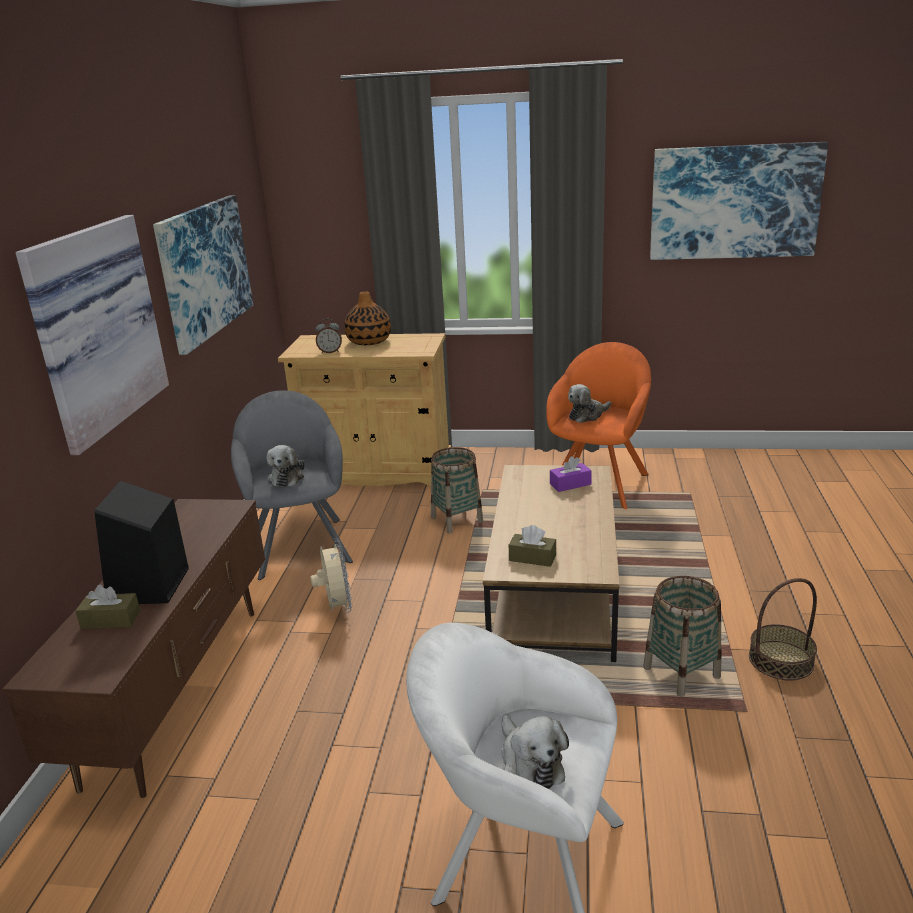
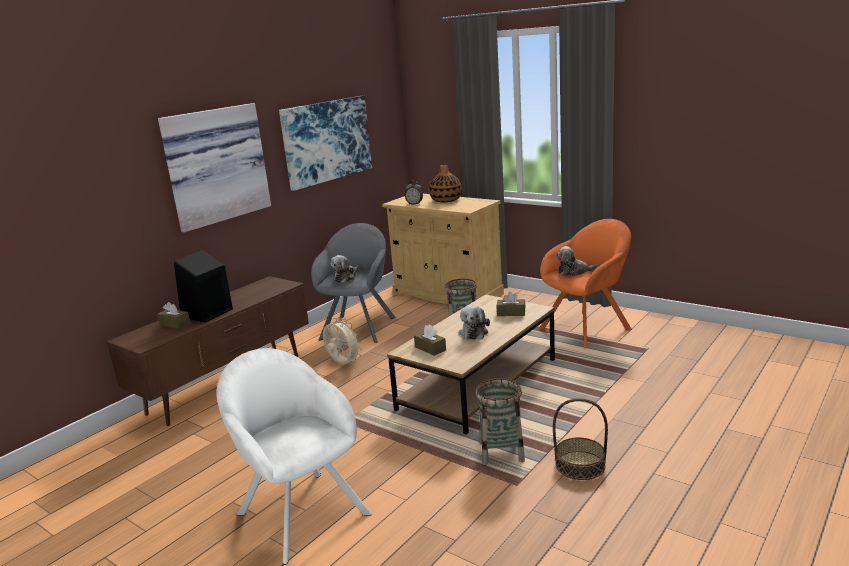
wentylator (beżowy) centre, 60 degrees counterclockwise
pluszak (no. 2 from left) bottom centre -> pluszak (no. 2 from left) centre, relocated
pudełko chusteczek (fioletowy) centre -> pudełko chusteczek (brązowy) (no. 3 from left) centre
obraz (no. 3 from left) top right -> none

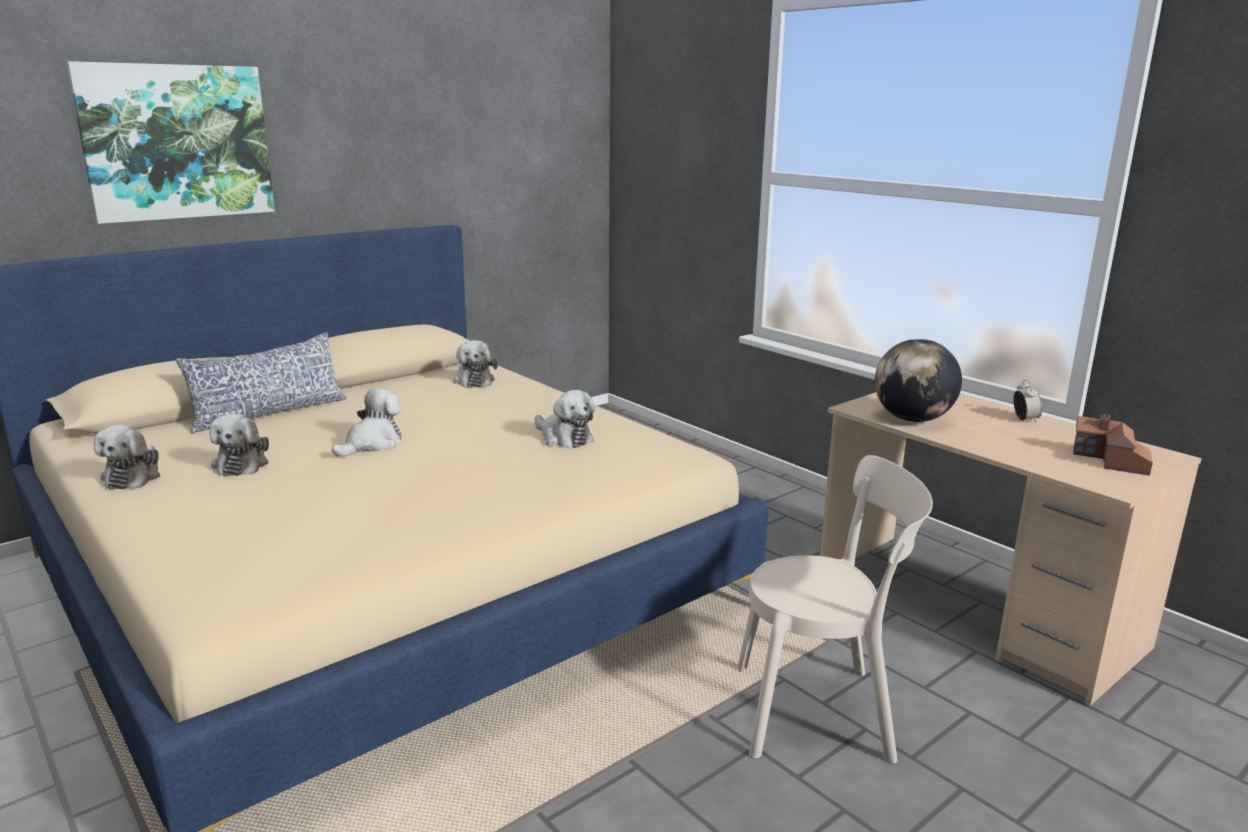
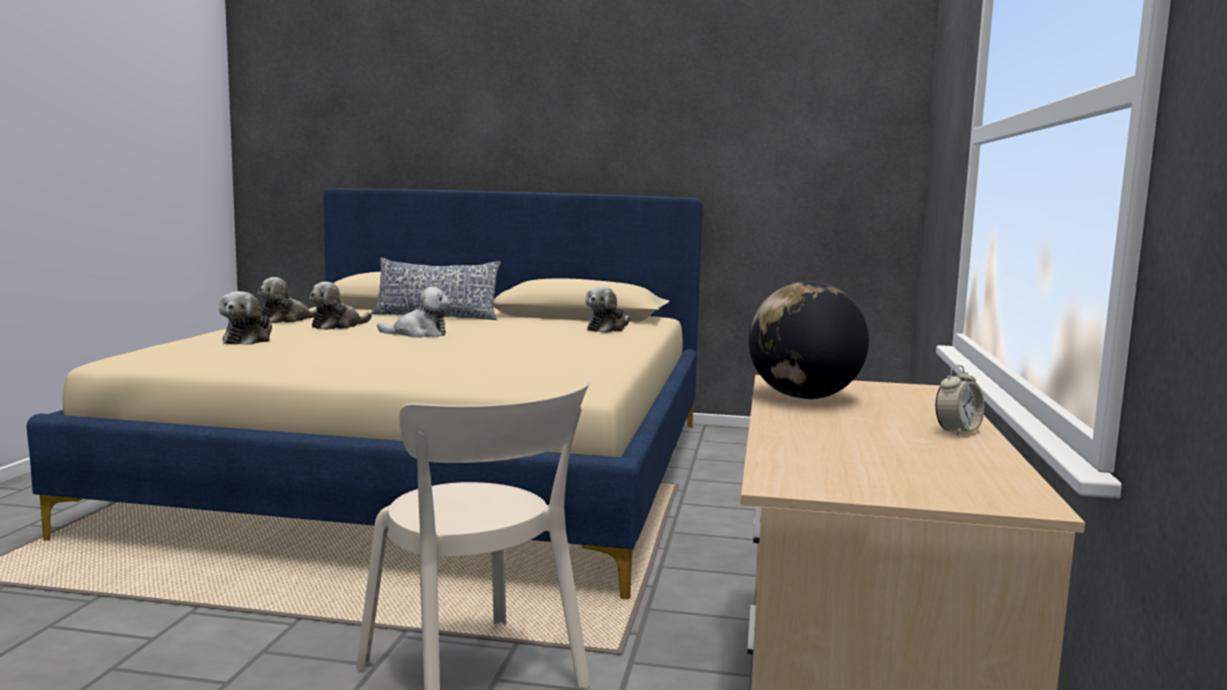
obraz top left -> none
pluszak (no. 5 from left in the first image) centre -> pluszak (no. 1 from left) middle left, relocated
domek middle right -> none

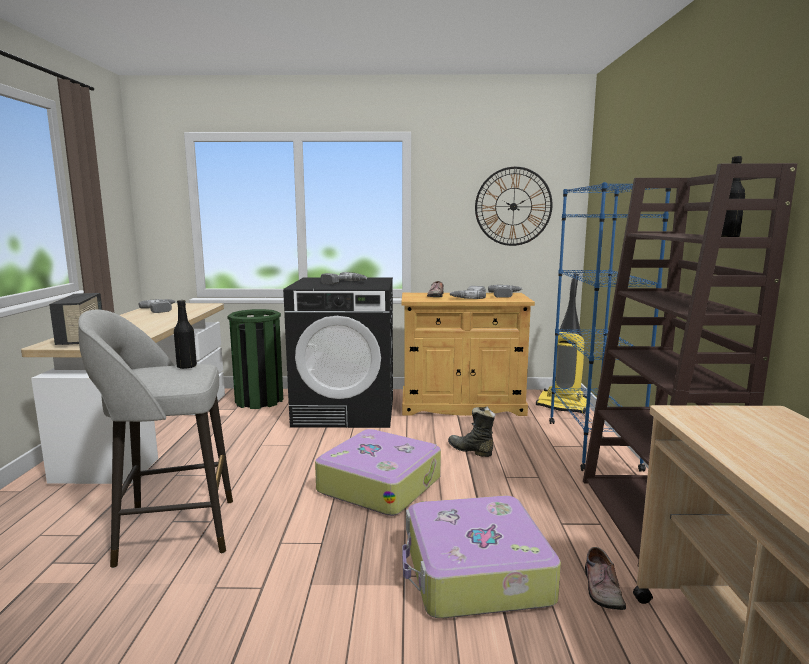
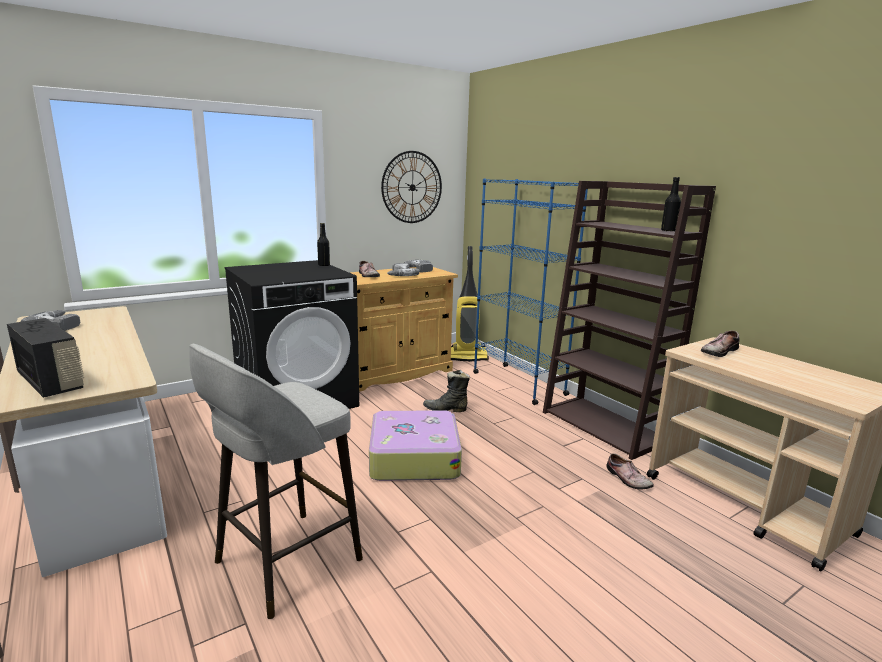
butelka (czarny) (no. 1 from left) middle left -> butelka (czarny) (no. 1 from left) centre, relocated
kosz na śmieci (zielony) middle left -> none
wiertarka (no. 2 from left) centre -> none
walizka (no. 2 from left) bottom centre -> none
none -> but (no. 3 from left) middle right

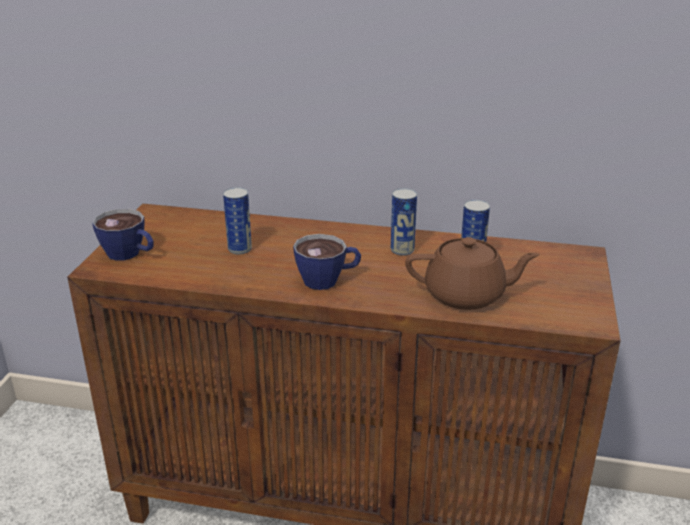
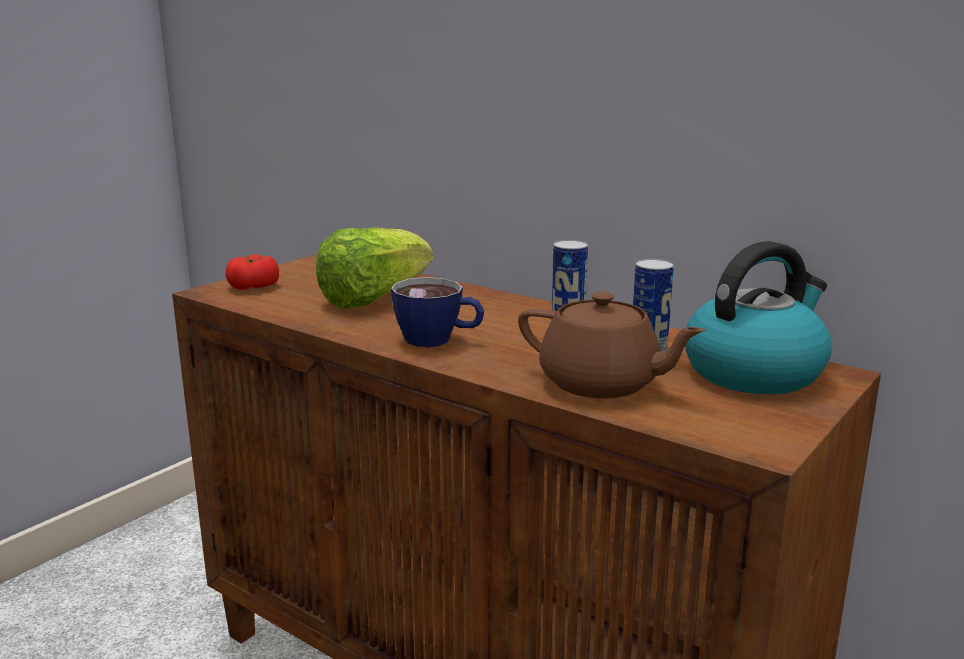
filiżanka (no. 1 from left) middle left -> pomidor middle left
puszka (no. 1 from left) centre -> sałata centre
none -> czajnik middle right

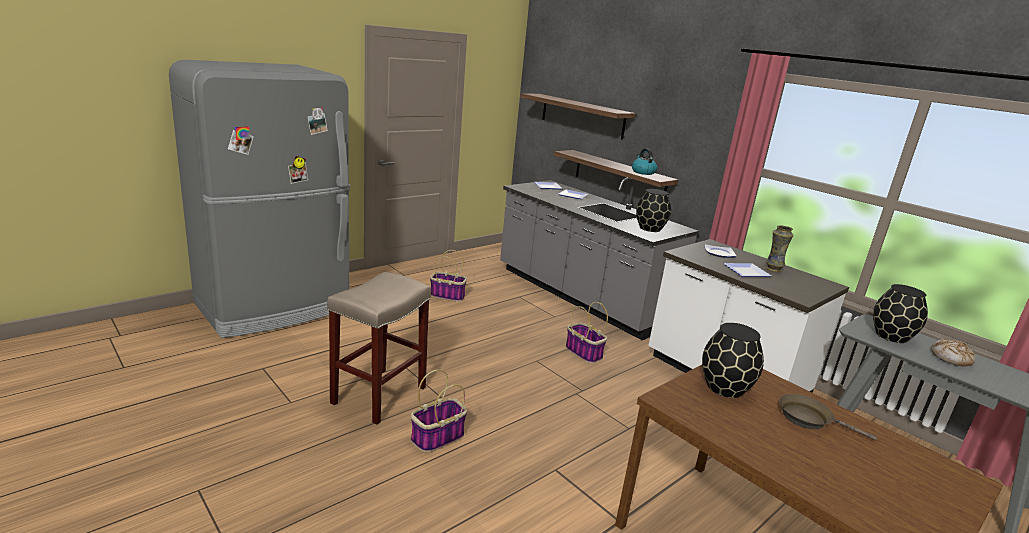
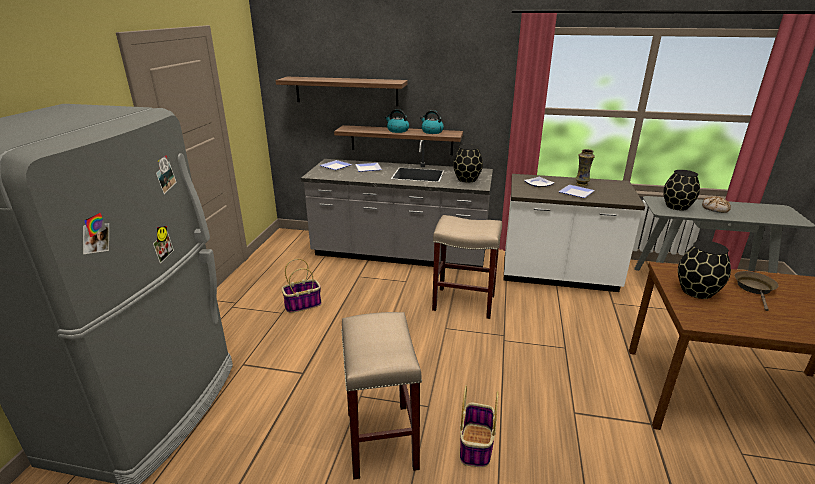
koszyk (no. 3 from left) centre -> stołek (beżowy) (no. 2 from left) centre
patelnia (brązowy) bottom right -> patelnia (brązowy) middle right, 120 degrees clockwise
none -> czajnik (no. 1 from left) top centre

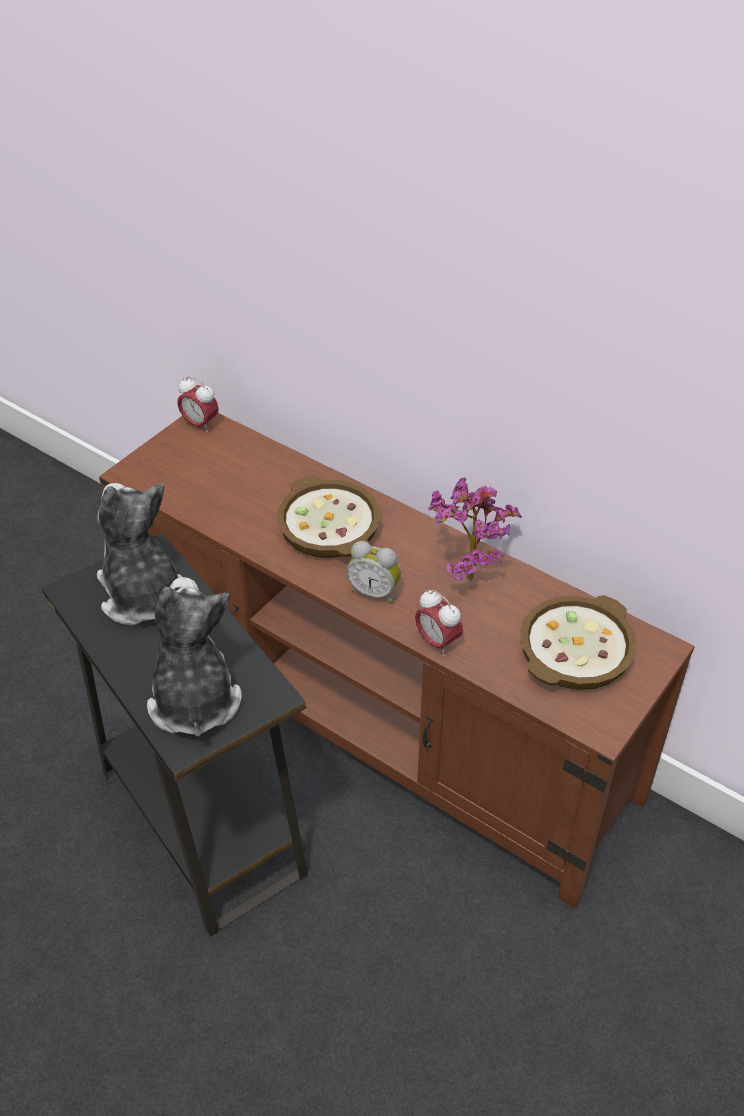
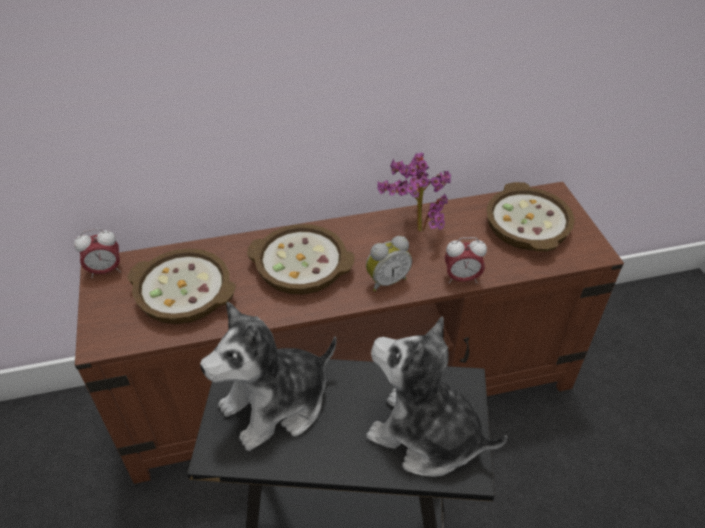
pluszak (no. 1 from left) middle left -> pluszak (no. 1 from left) bottom centre, 45 degrees counterclockwise
none -> miska (no. 1 from left) middle left

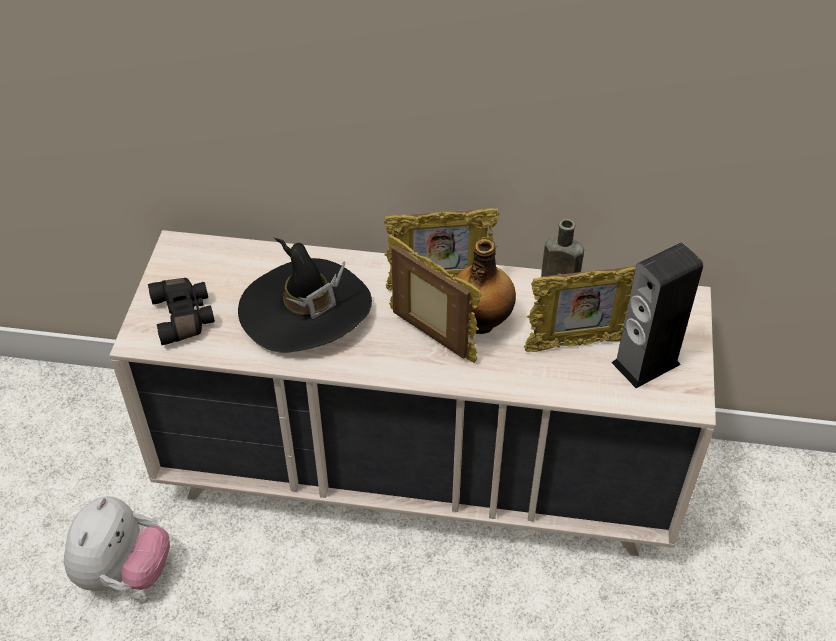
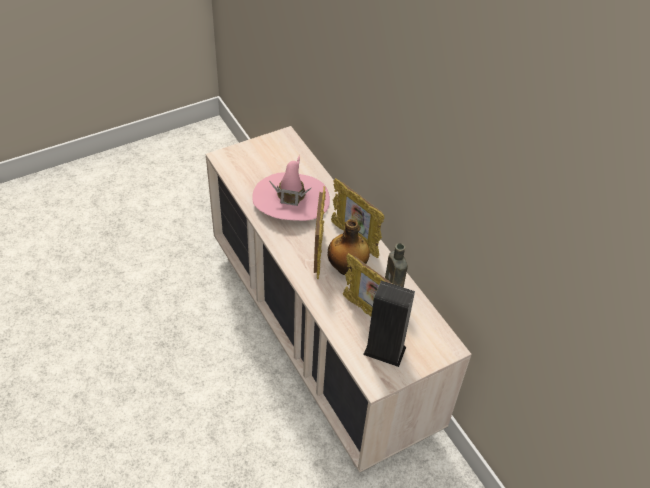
pluszak bottom left -> none
lornetka (czarny) middle left -> none
kapelusz (czarny) centre -> kapelusz (różowy) centre

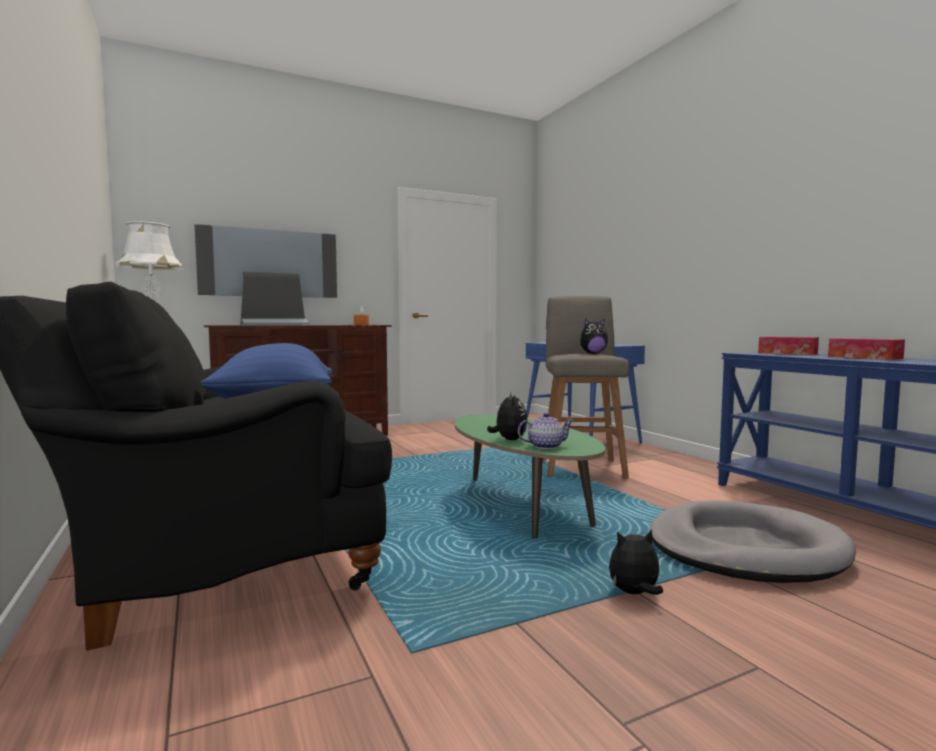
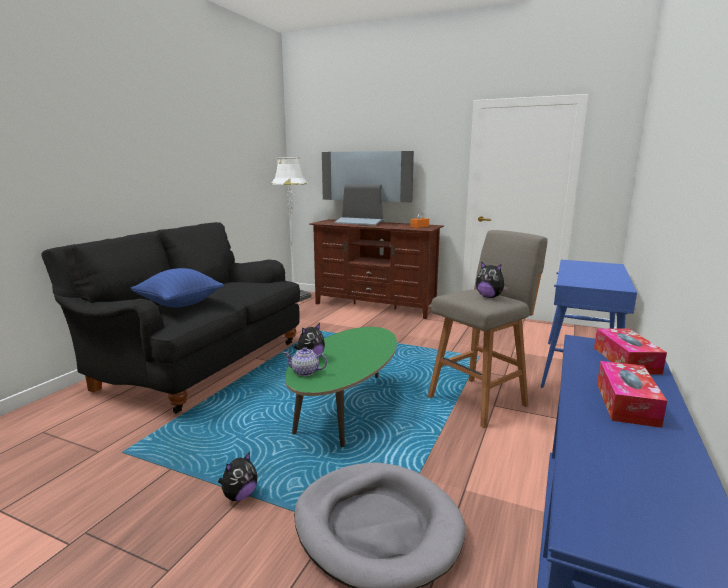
imbryk centre, 150 degrees clockwise
pluszak (no. 3 from left in the first image) bottom right -> pluszak (no. 1 from left) bottom left, 90 degrees clockwise

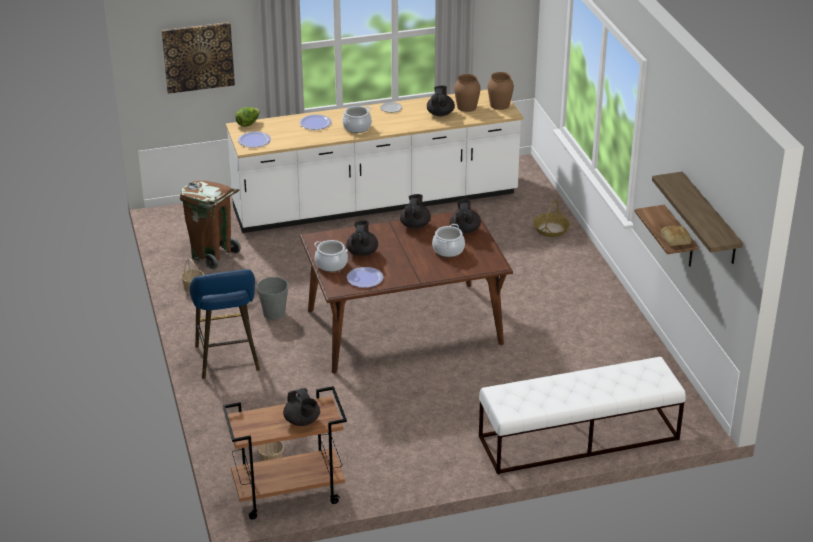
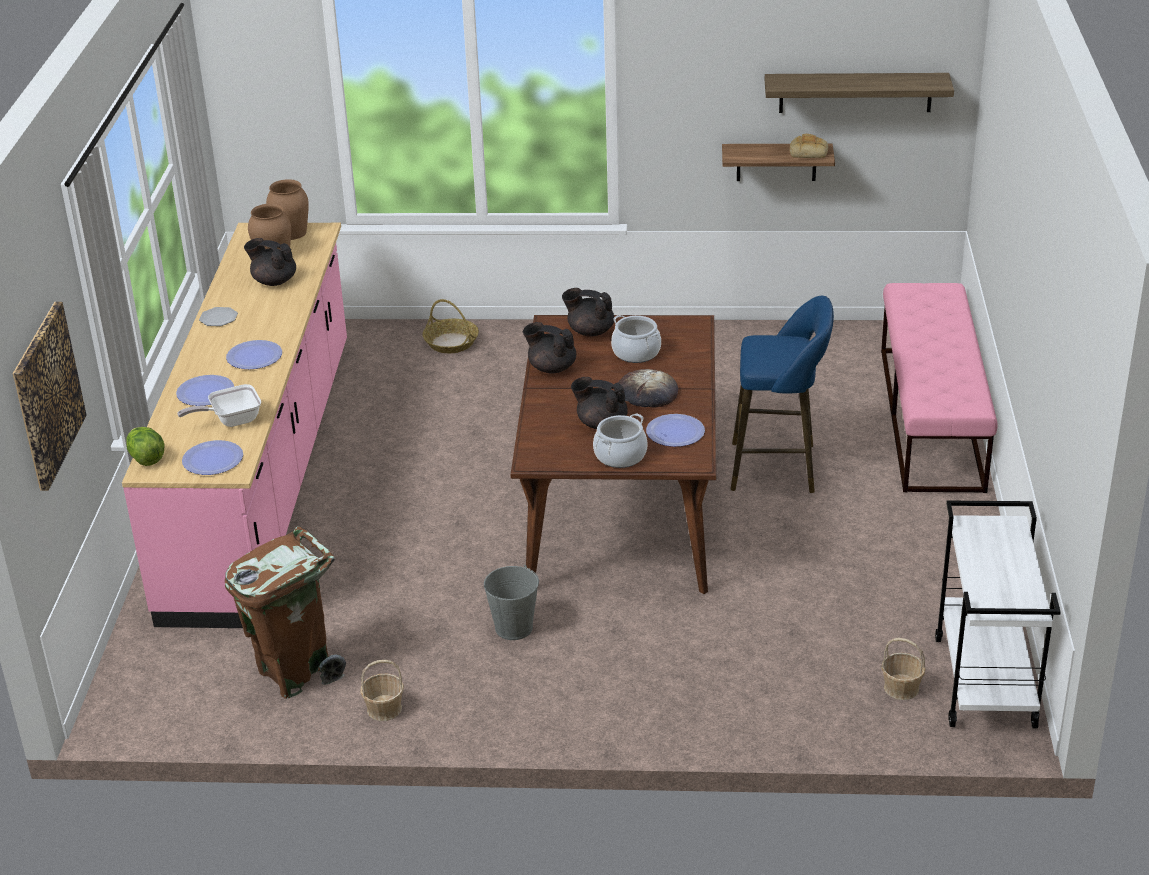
stołek (niebieski) middle left -> stołek (niebieski) middle right, relocated
wózek (brązowy) bottom centre -> wózek (biały) bottom right
zabudowa kuchenna (biały) top centre -> zabudowa kuchenna (różowy) middle left
imbryk (czarny) (no. 1 from left) bottom centre -> none
garnek (no. 2 from left) top centre -> talerz (no. 4 from left) middle left
ławka (biały) bottom right -> ławka (różowy) middle right
none -> patelnia middle left
none -> chleb (no. 1 from left) centre

